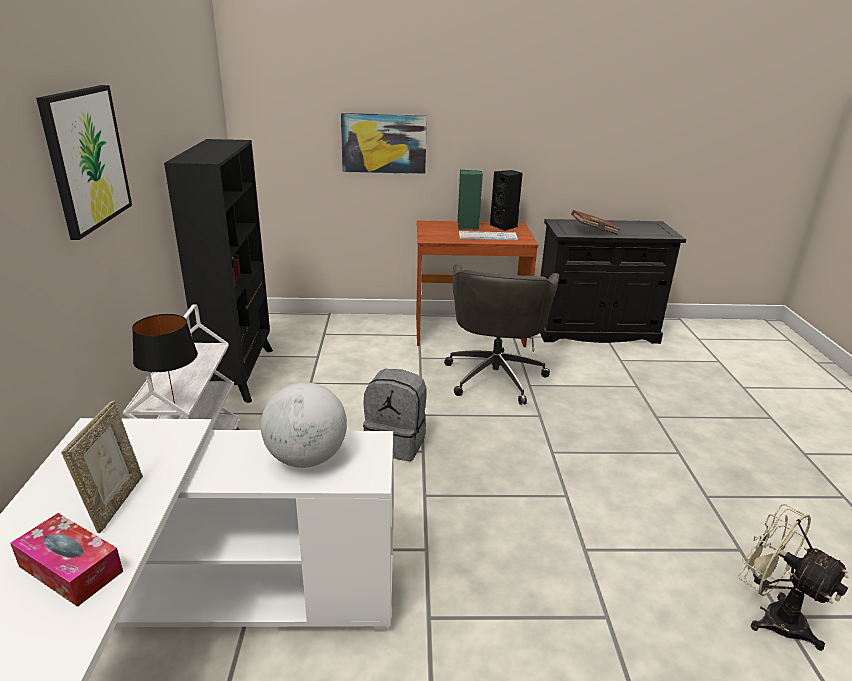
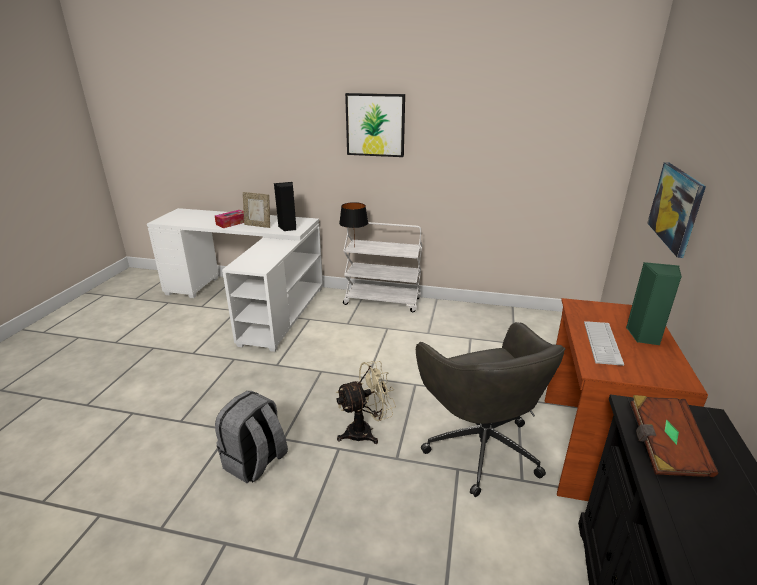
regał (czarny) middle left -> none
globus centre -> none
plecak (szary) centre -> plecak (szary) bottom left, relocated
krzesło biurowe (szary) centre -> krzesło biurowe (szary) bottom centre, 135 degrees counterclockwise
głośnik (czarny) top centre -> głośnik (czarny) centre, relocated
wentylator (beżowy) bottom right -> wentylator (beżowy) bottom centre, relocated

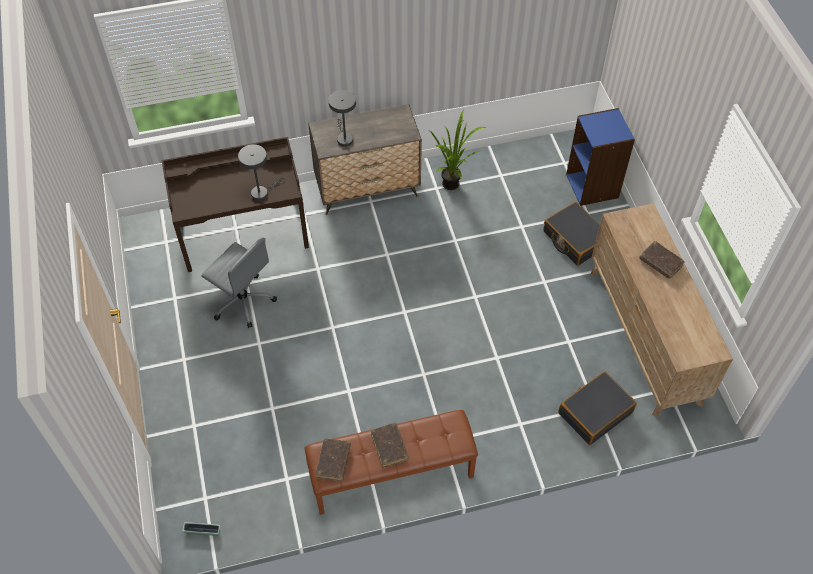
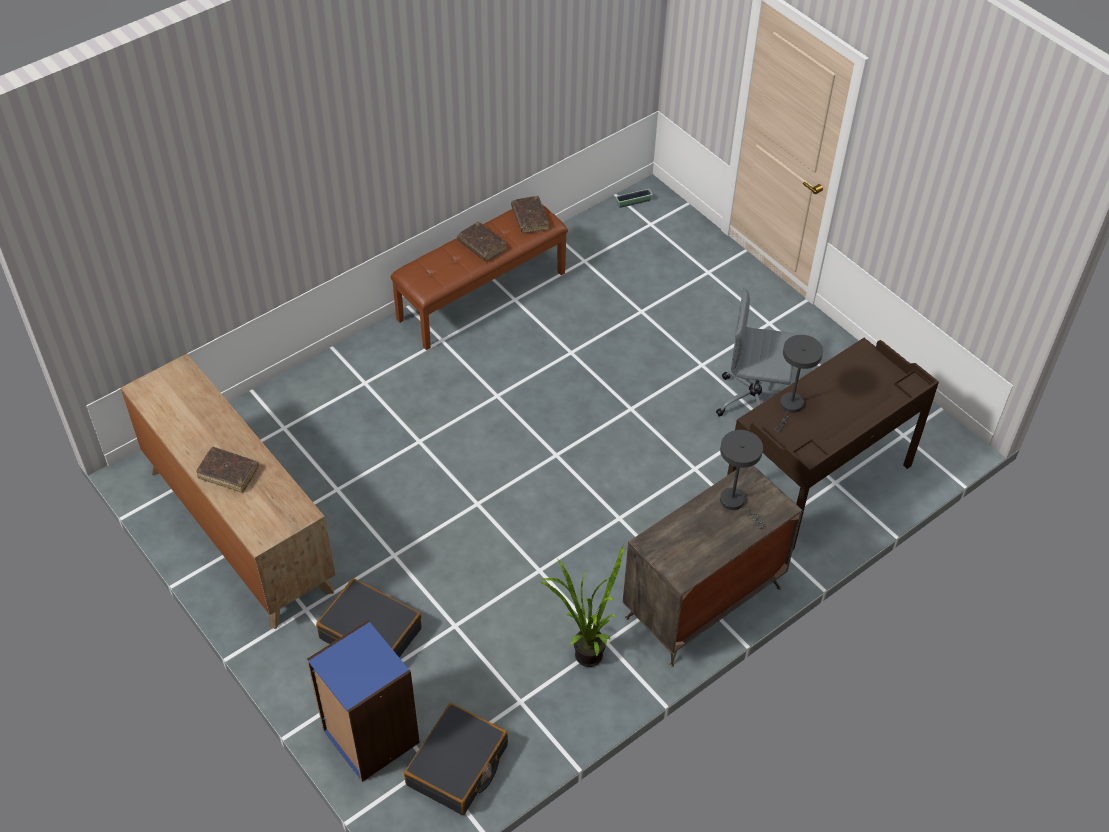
walizka (czarny) (no. 2 from left) bottom right -> walizka (czarny) (no. 2 from left) bottom centre, relocated

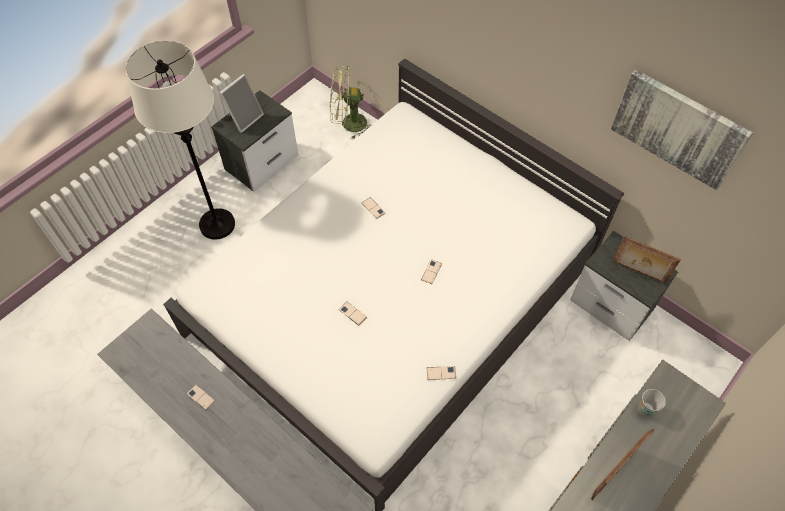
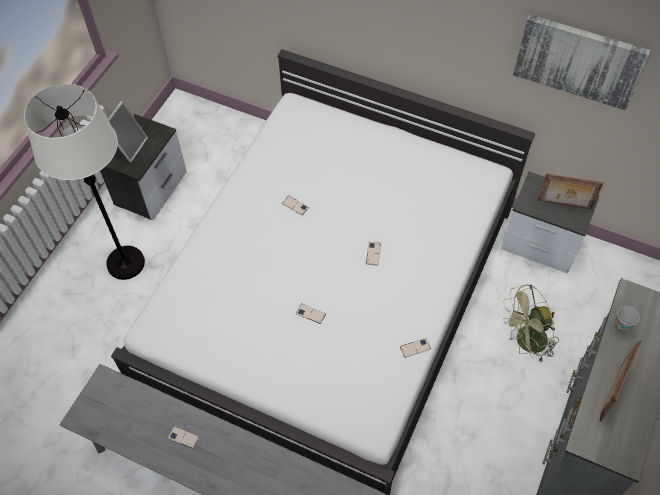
wentylator (zielony) top centre -> wentylator (zielony) middle right, relocated

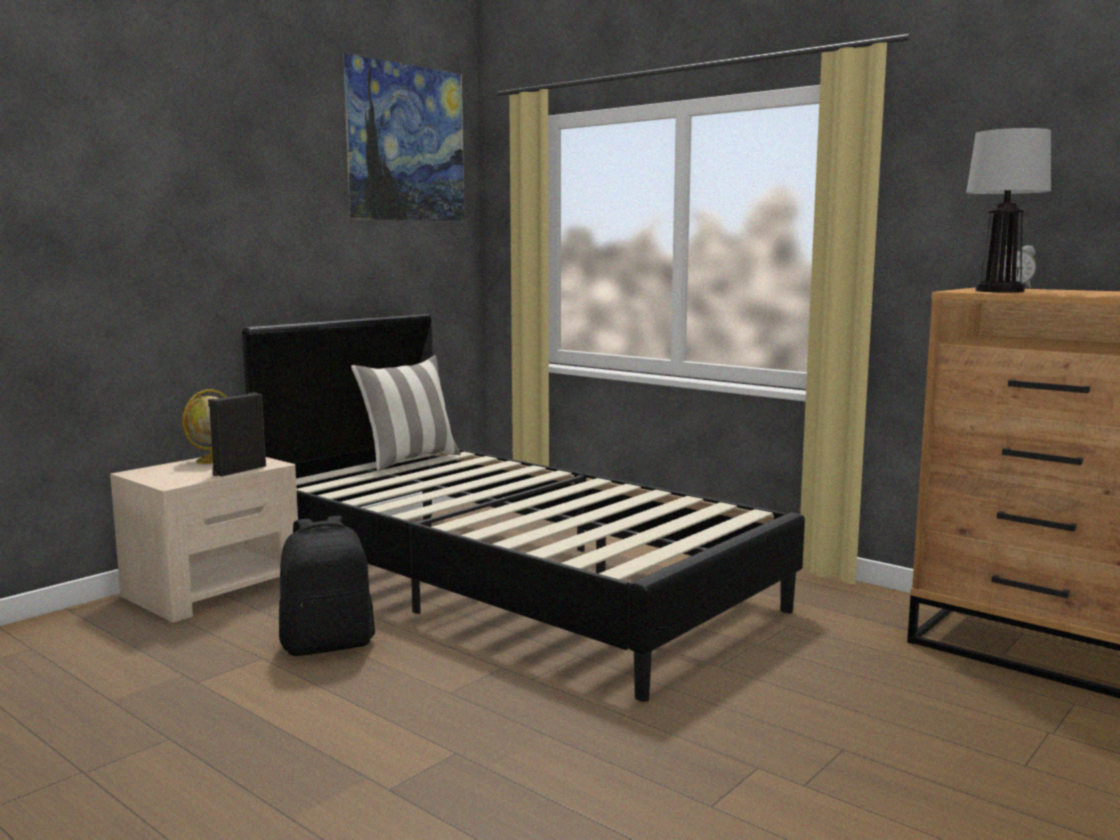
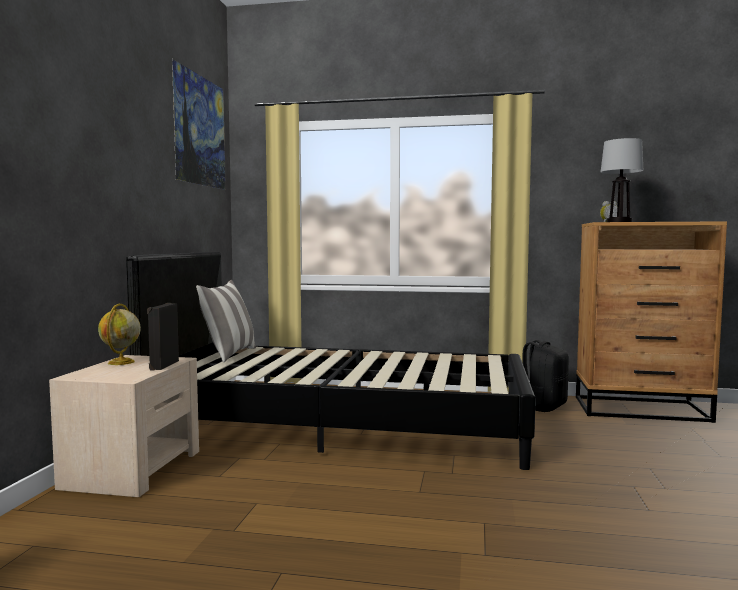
plecak (czarny) bottom left -> plecak (czarny) middle right, relocated

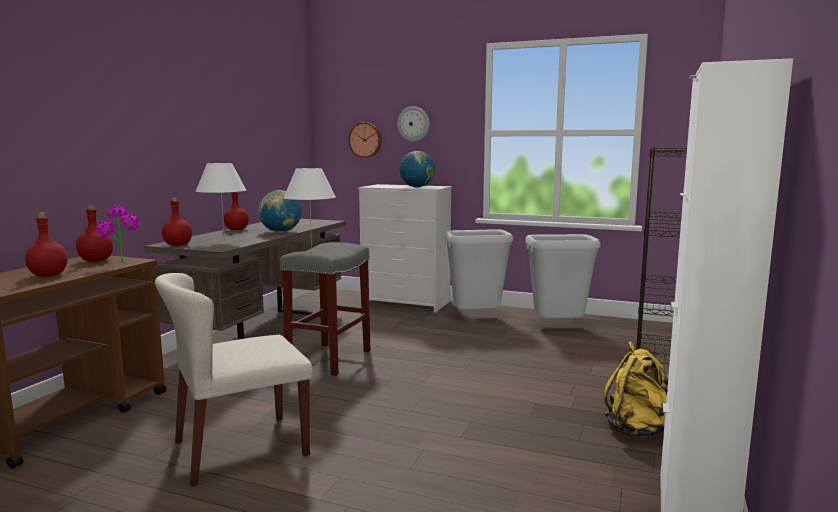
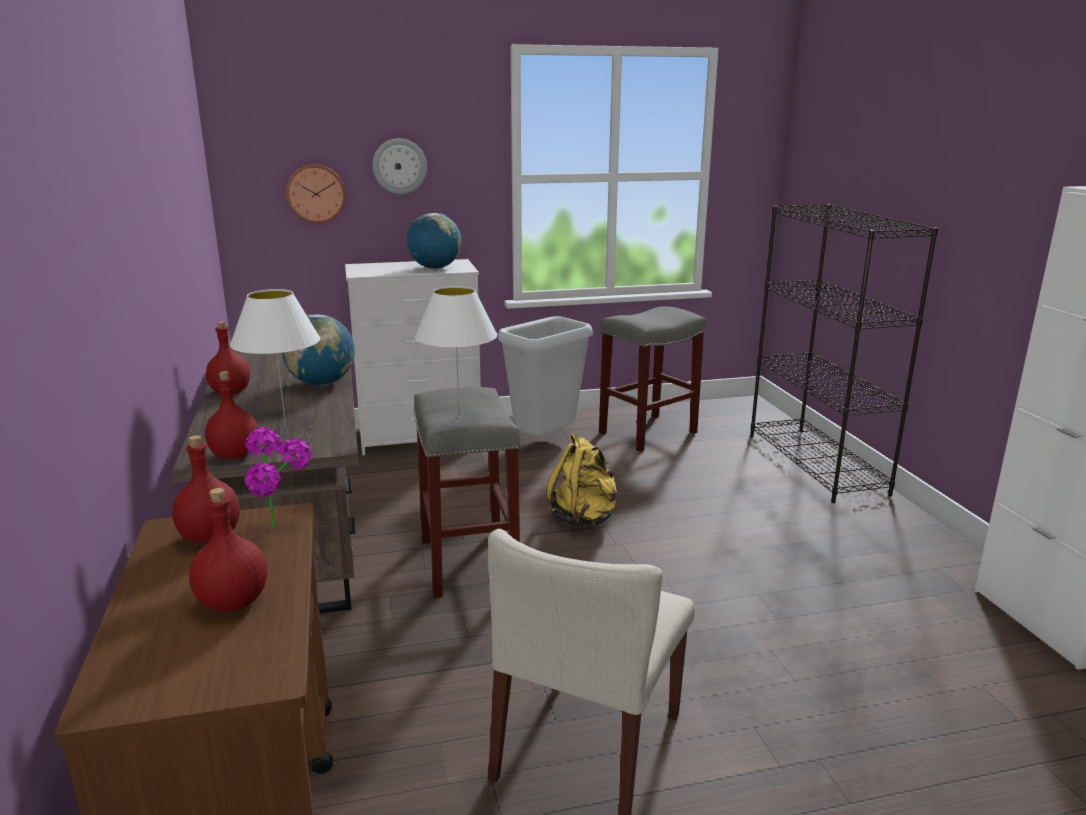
kosz na śmieci (szary) (no. 2 from left) middle right -> stołek (szary) (no. 2 from left) centre
plecak (żółty) bottom right -> plecak (żółty) centre, relocated

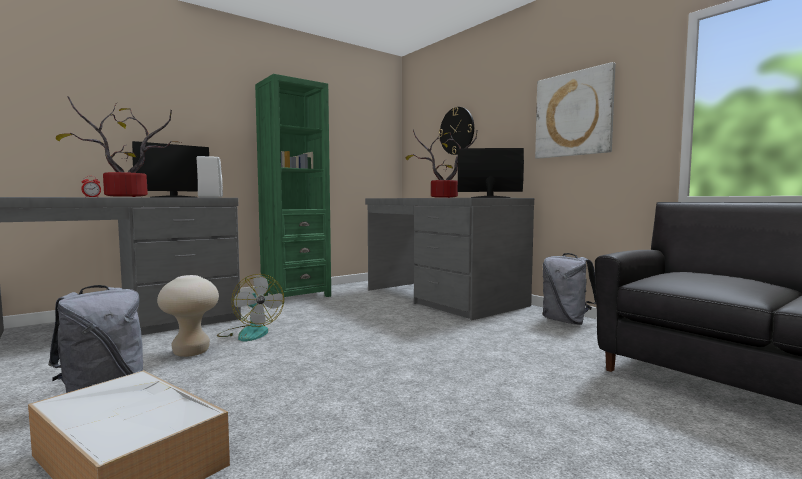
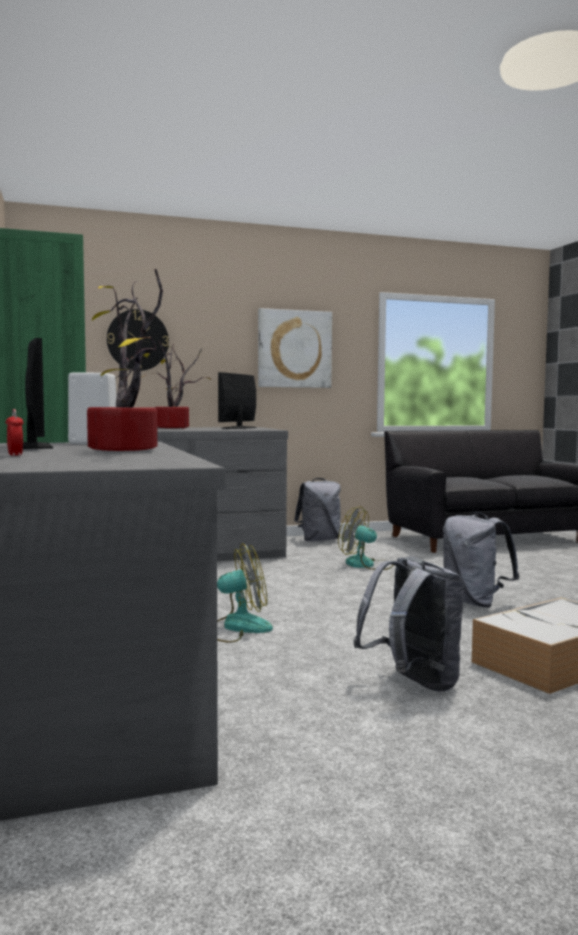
stołek (beżowy) middle left -> none
none -> wentylator (no. 2 from left) centre
none -> plecak (szary) (no. 3 from left) middle right

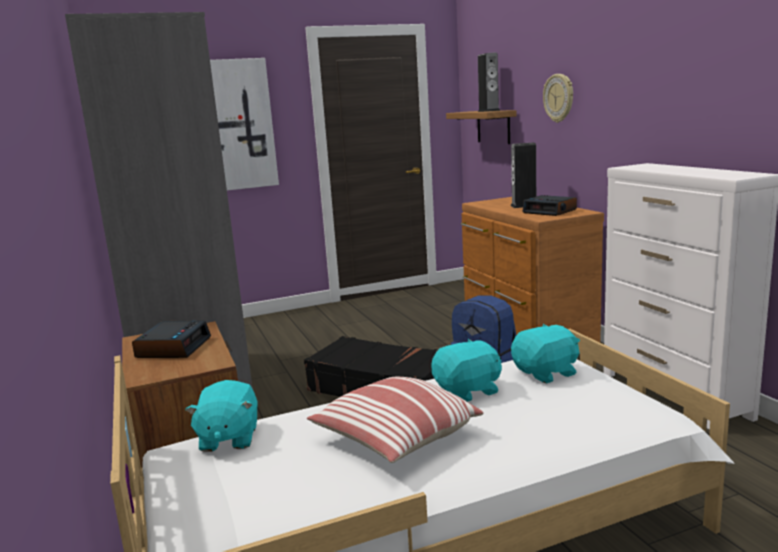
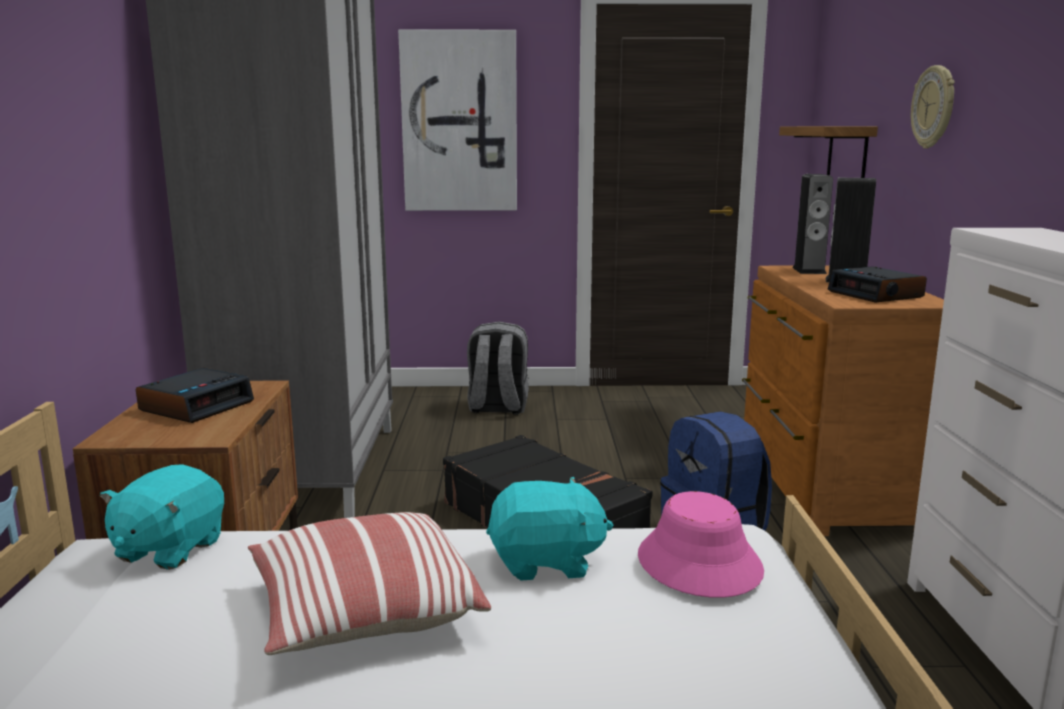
głośnik (no. 1 from left) top centre -> głośnik (no. 1 from left) top right, relocated
pluszak (turkusowy) (no. 3 from left) middle right -> kapelusz (różowy) bottom centre
none -> plecak (szary) centre

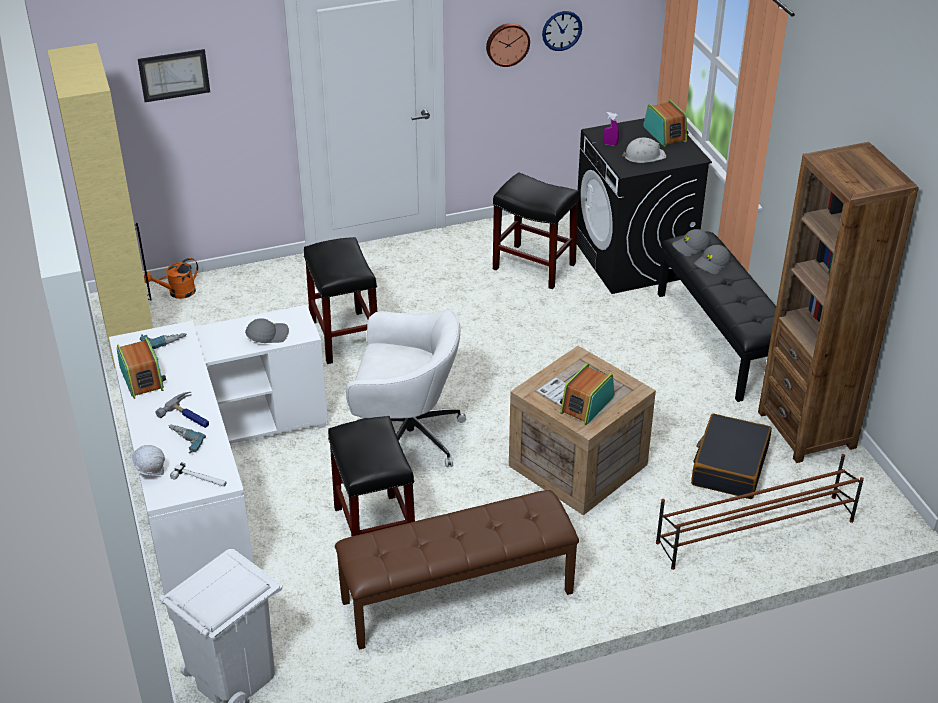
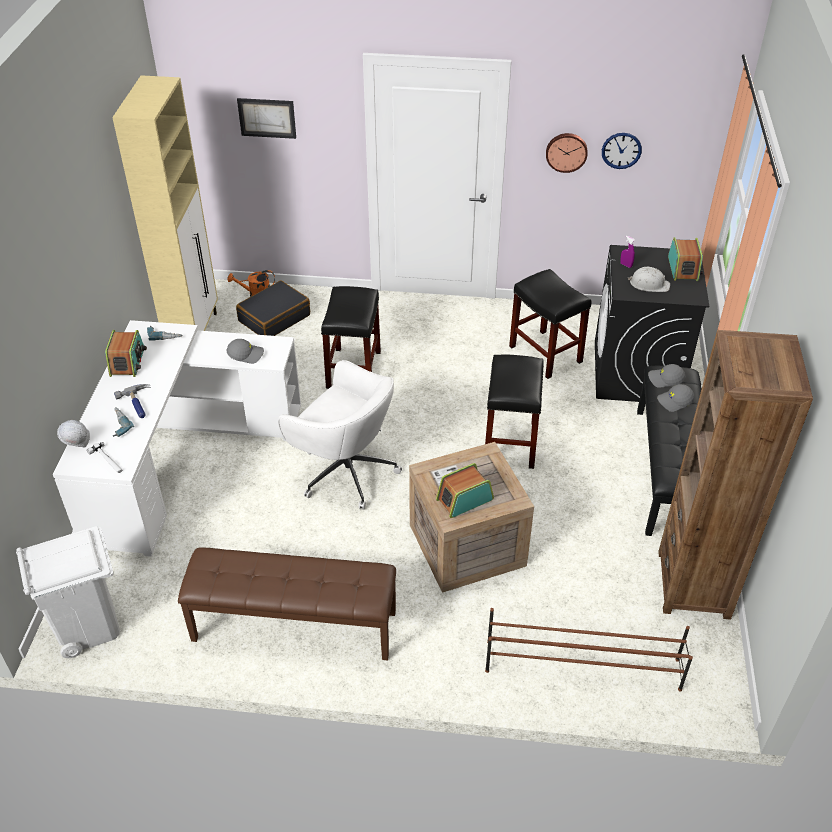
stołek (czarny) (no. 2 from left) bottom centre -> stołek (czarny) (no. 2 from left) centre, relocated
walizka (czarny) middle right -> walizka (czarny) middle left, relocated

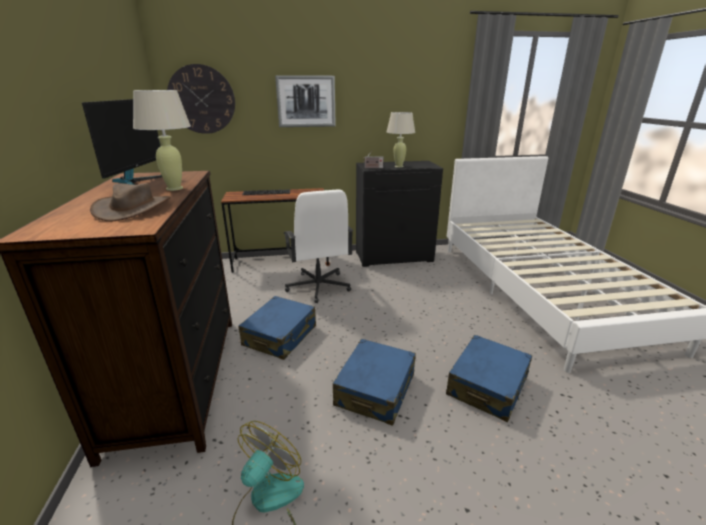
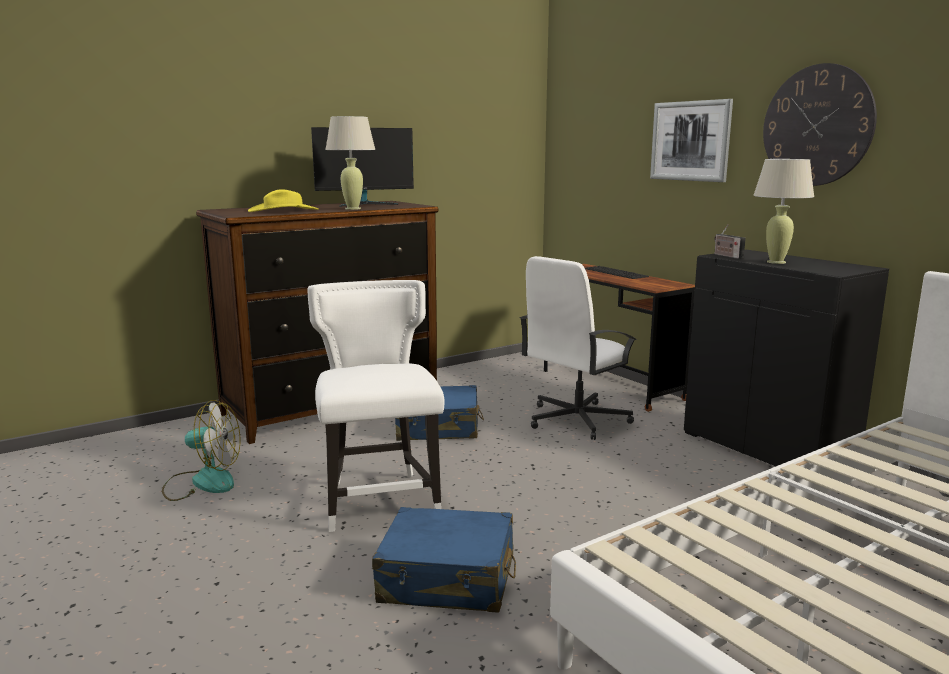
kapelusz (brązowy) middle left -> kapelusz (żółty) top left
zegar ścienny top left -> zegar ścienny top right, relocated
walizka (niebieski) (no. 2 from left) bottom centre -> krzesło (biały) centre

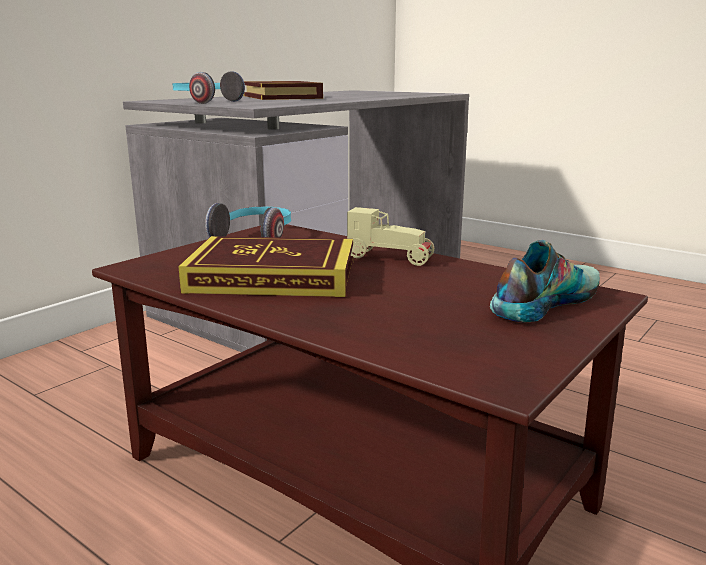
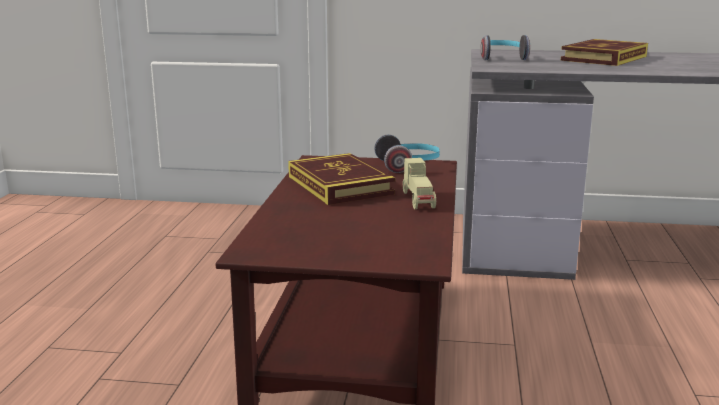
but middle right -> none

